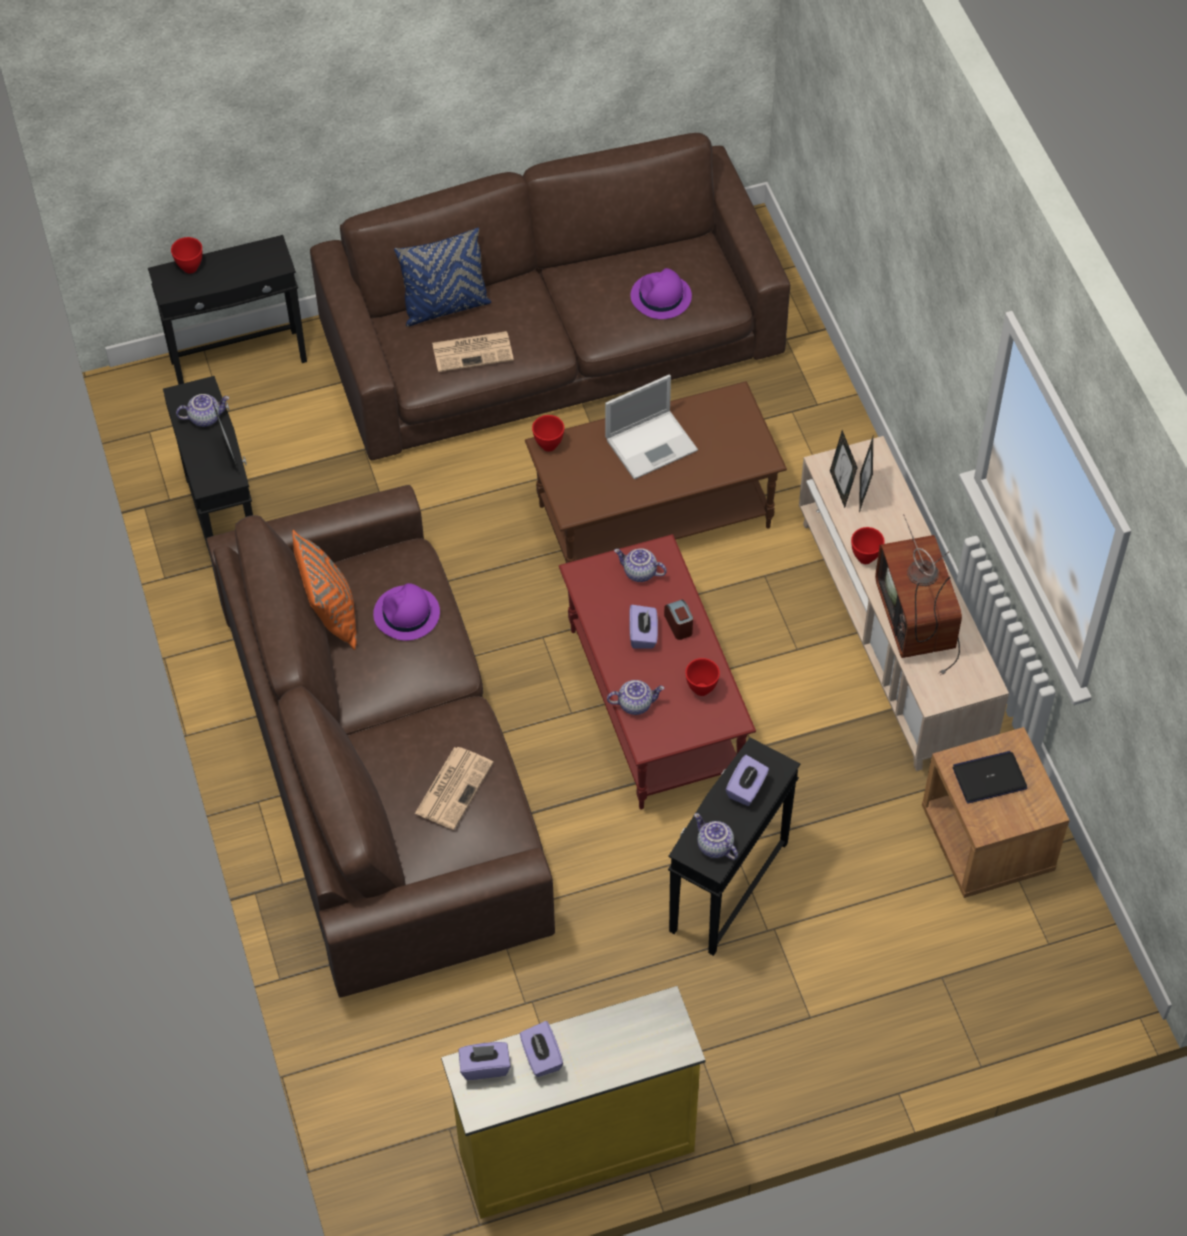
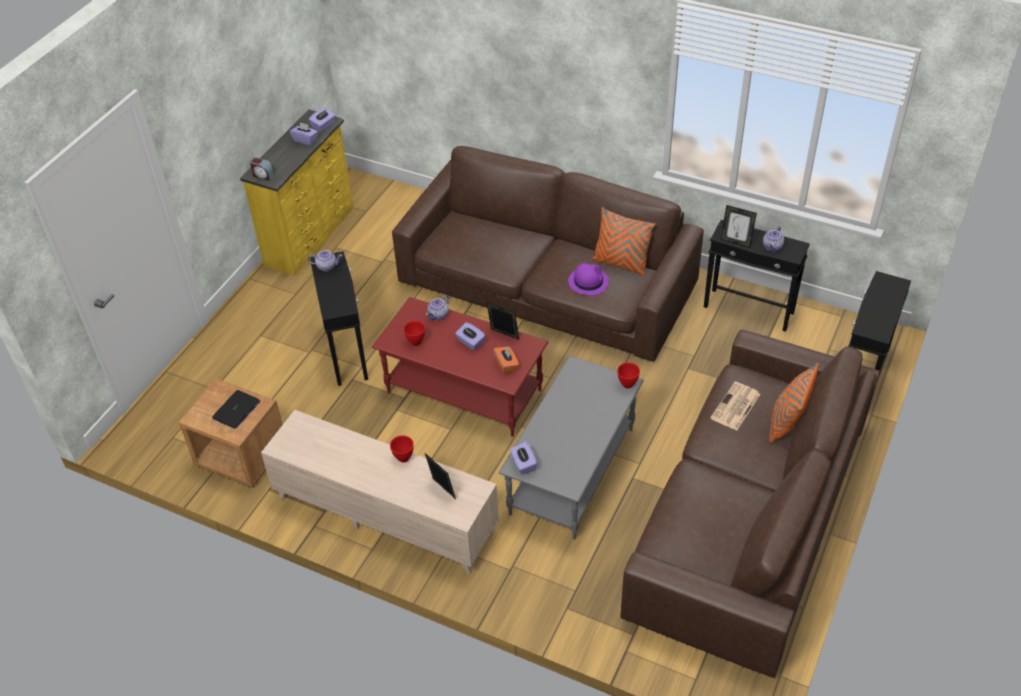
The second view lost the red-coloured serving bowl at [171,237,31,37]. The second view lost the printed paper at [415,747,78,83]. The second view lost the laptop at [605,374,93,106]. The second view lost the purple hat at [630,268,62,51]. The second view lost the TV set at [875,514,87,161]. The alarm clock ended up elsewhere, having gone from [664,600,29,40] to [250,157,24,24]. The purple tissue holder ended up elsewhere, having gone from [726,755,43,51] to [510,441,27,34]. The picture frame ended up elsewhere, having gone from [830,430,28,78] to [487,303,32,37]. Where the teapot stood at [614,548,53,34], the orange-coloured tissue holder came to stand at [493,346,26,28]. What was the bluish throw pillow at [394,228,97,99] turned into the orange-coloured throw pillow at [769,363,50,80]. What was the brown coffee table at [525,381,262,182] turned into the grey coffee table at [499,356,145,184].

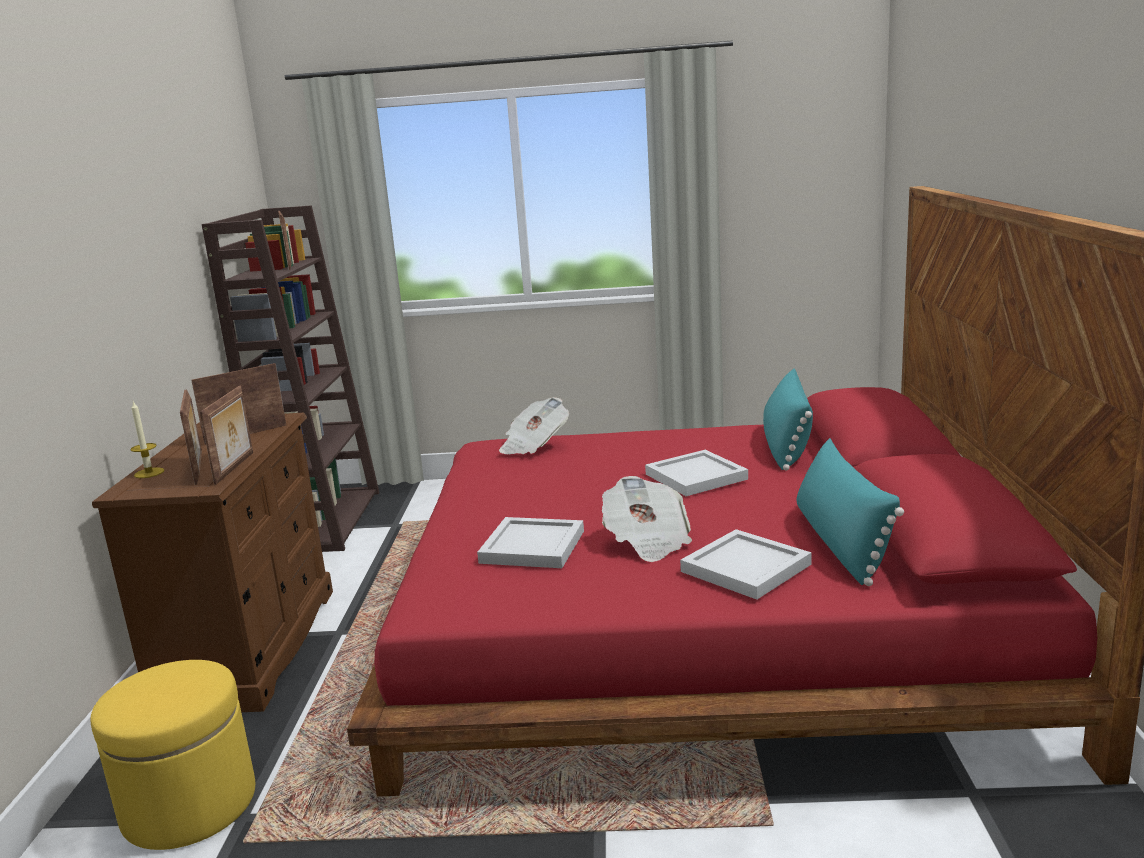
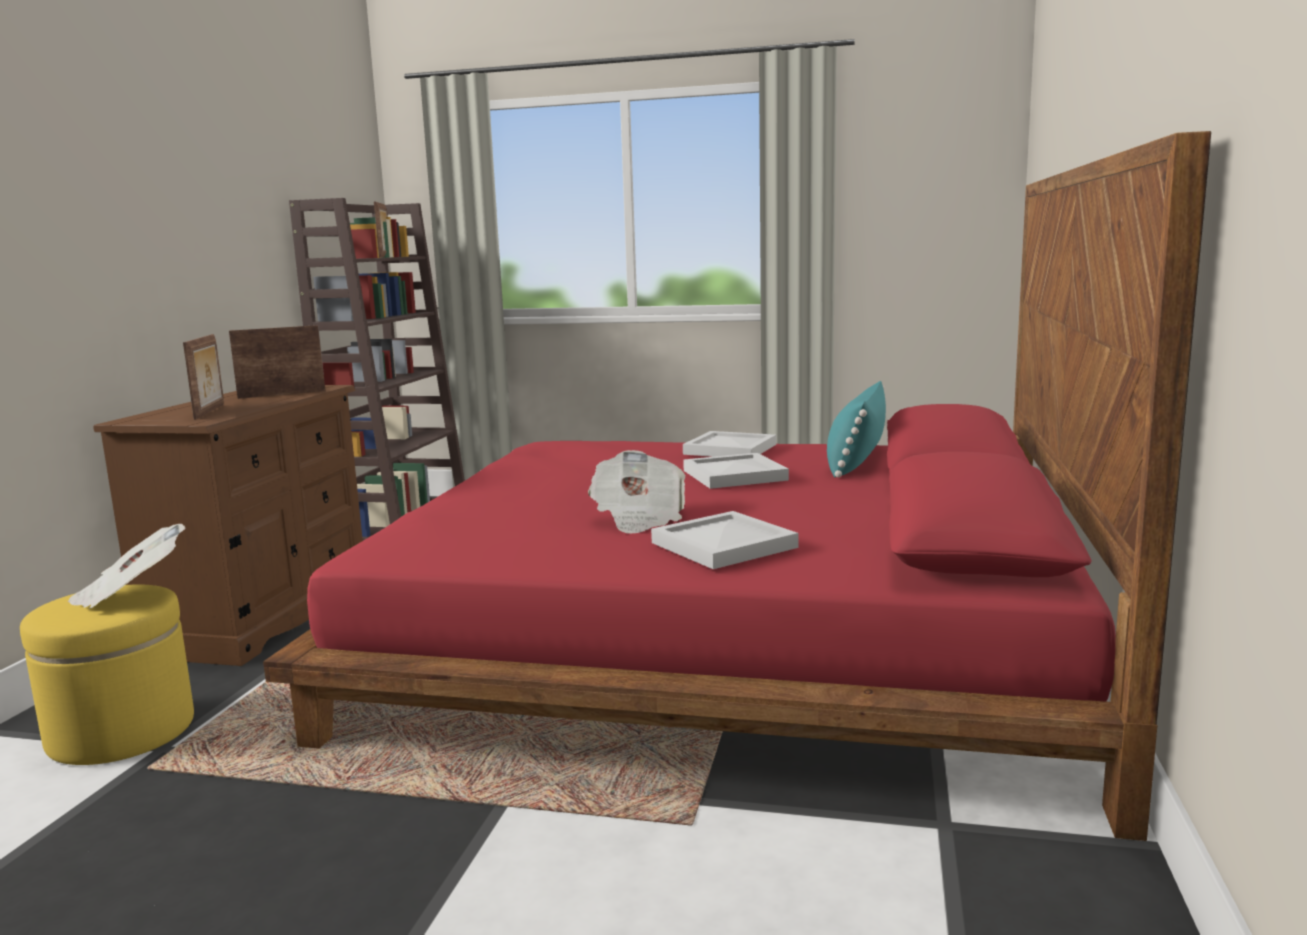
The second view lost the wax candle at [130,401,34,77]. The second view lost the picture frame at [200,386,53,99]. The second view lost the turquoise-coloured throw pillow at [796,438,108,148]. The white tray ended up elsewhere, having gone from [477,517,107,51] to [683,431,93,26]. The printed paper ended up elsewhere, having gone from [499,397,70,57] to [68,524,117,85].

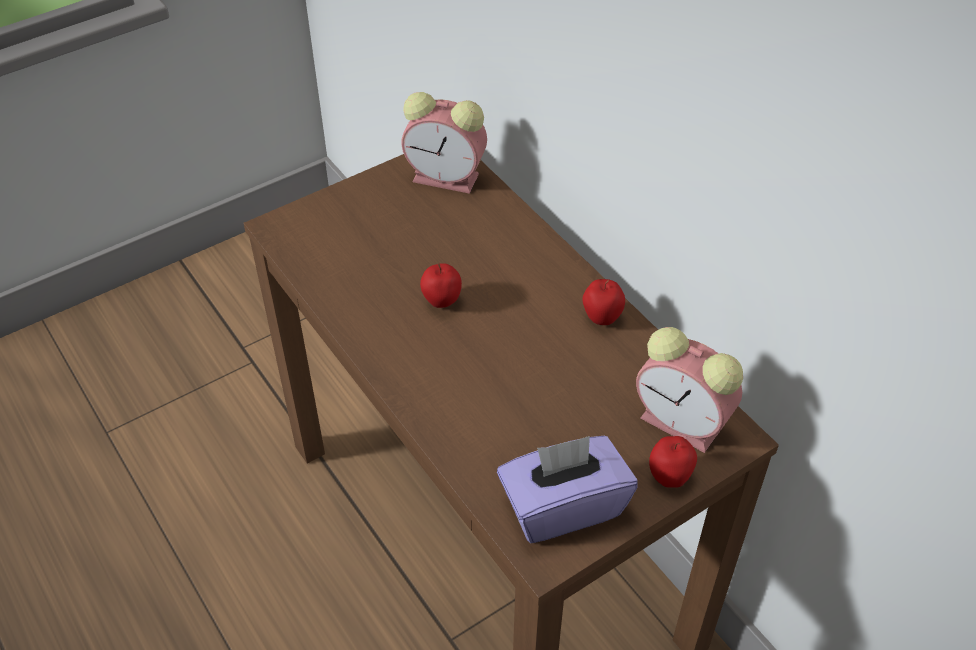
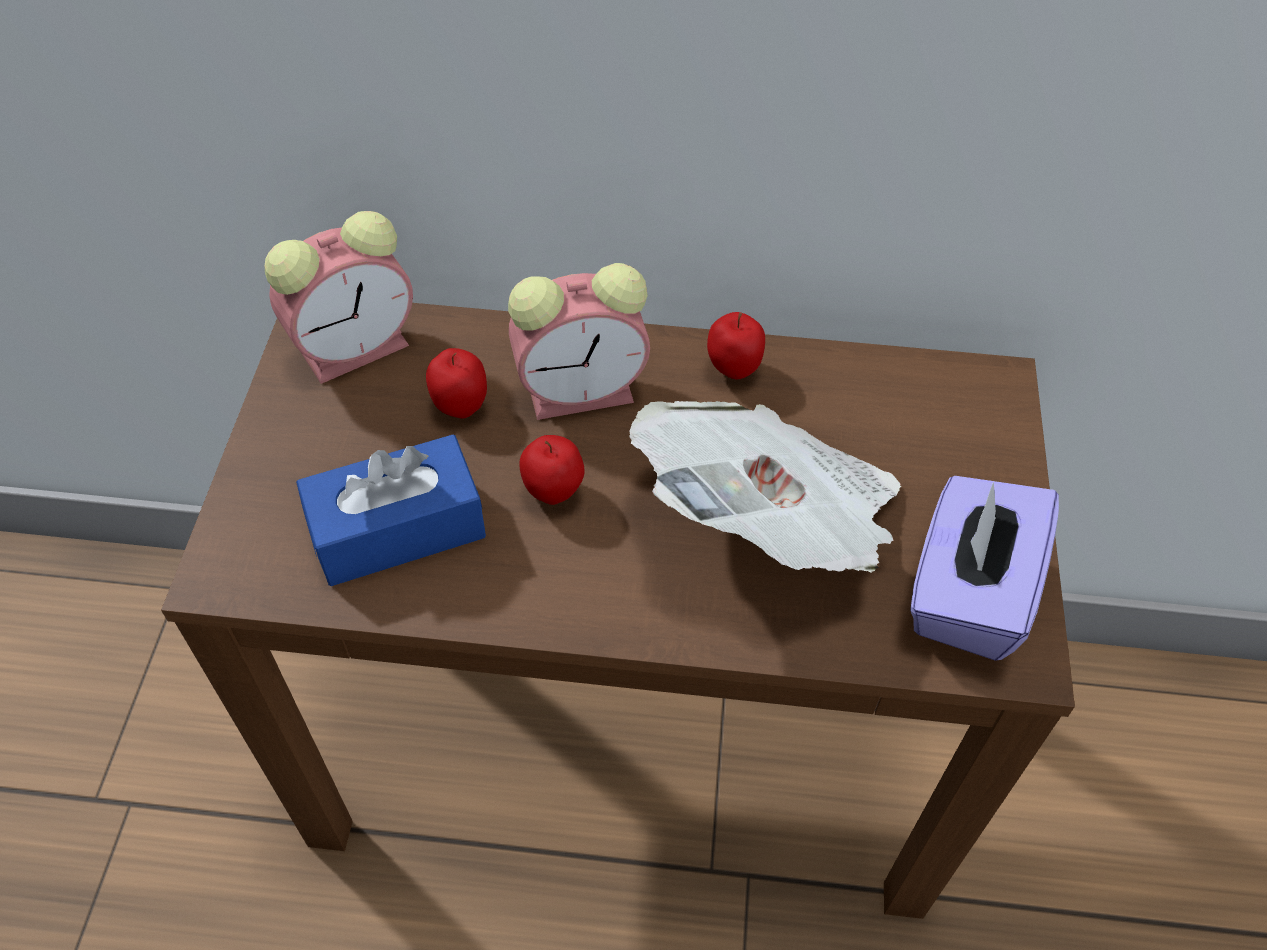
The second view gained the bluish tissue holder at [296,435,190,151]. The second view gained the printed paper at [629,401,272,172]. The alarm clock ended up elsewhere, having gone from [636,327,107,126] to [508,263,142,157]. The apple fruit ended up elsewhere, having gone from [649,436,48,52] to [426,348,61,70].

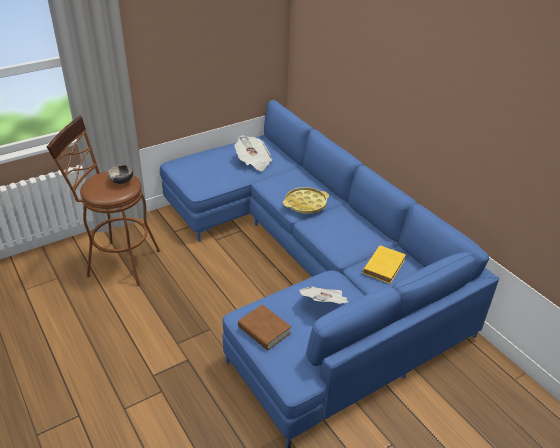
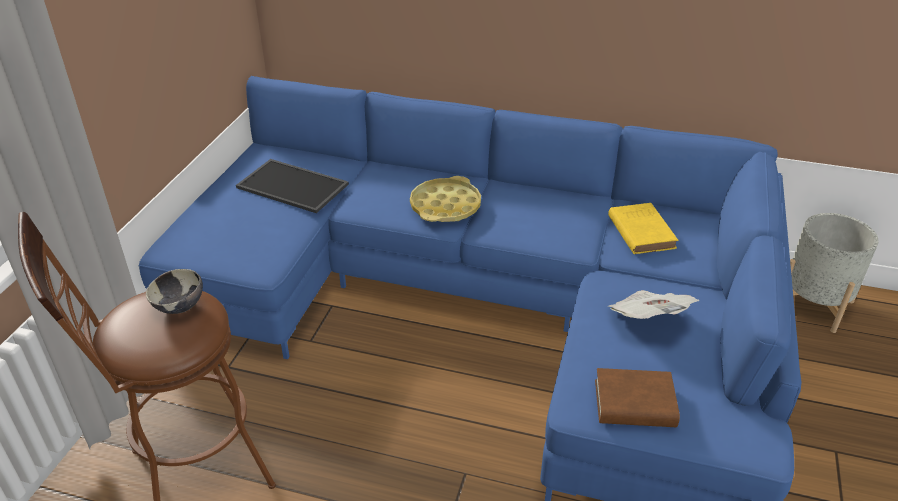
The second view gained the grey flower pot at [790,213,89,120]. Where the printed paper stood at [234,135,38,36], the tray came to stand at [236,159,113,54].

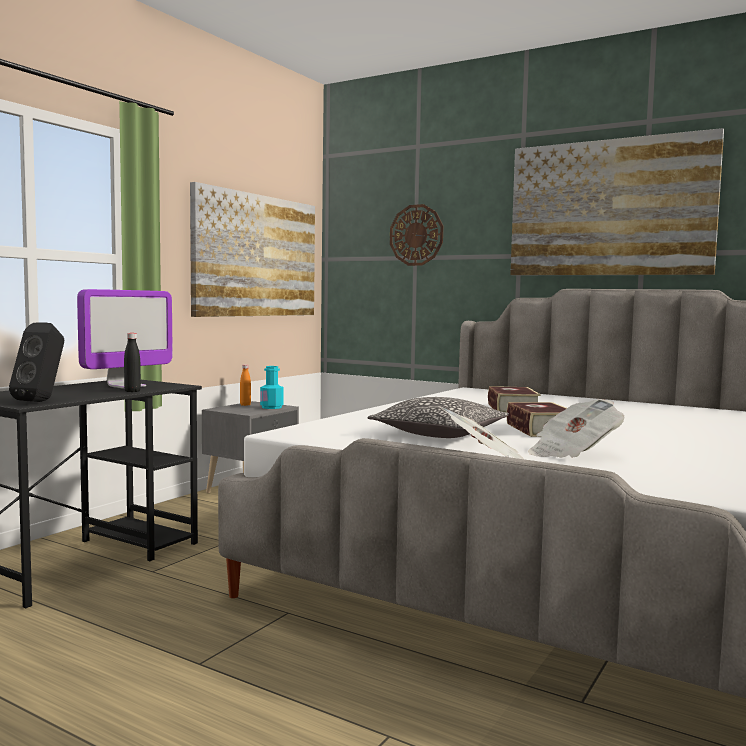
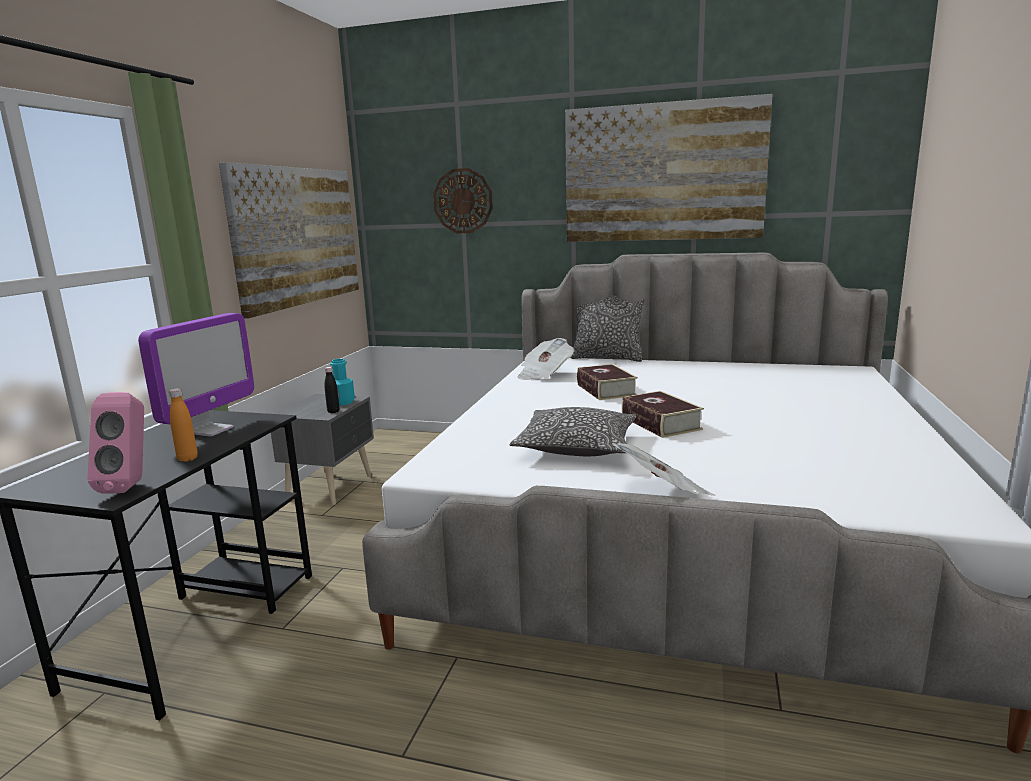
The second view gained the throw pillow at [571,296,74,66]. The black bottle ended up elsewhere, having gone from [124,333,17,59] to [325,367,15,46]. The orange-coloured bottle ended up elsewhere, having gone from [240,364,11,42] to [169,388,29,74]. The printed paper ended up elsewhere, having gone from [528,399,96,59] to [517,338,57,42]. What was the black audio speaker at [9,322,55,80] turned into the pink-coloured audio speaker at [88,392,56,101].

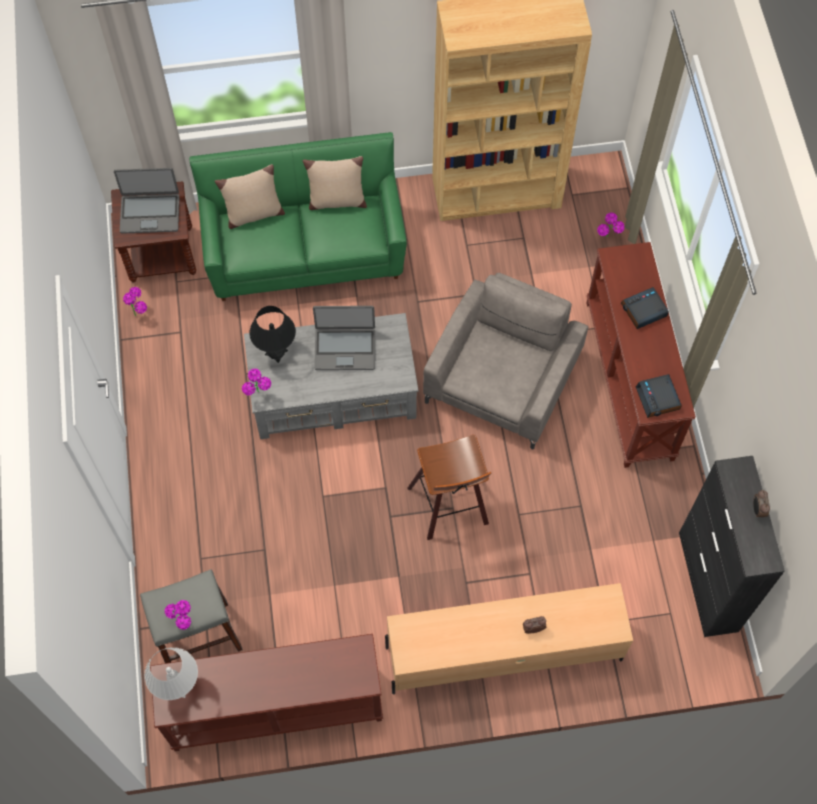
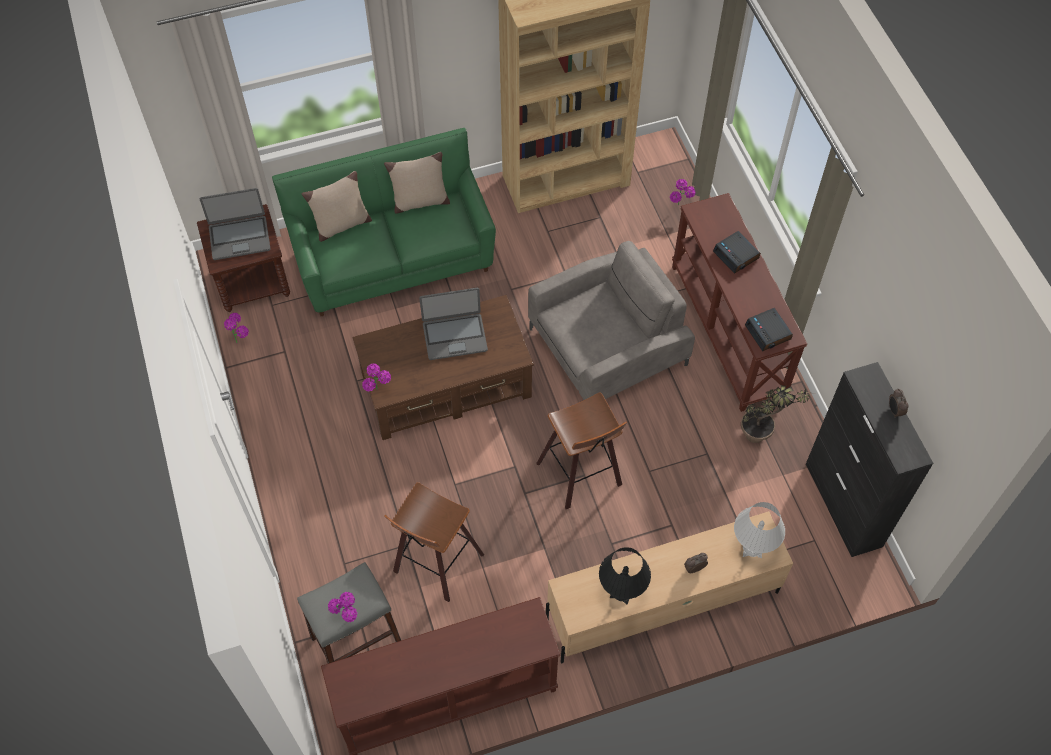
The second view gained the sitting stool at [385,482,99,120]. The second view gained the potted plant at [741,384,69,59]. The white lamp for a table ended up elsewhere, having gone from [144,647,54,53] to [734,502,51,56]. The black lamp for a table ended up elsewhere, having gone from [249,306,47,57] to [599,547,52,57]. What was the grey coffee table at [244,313,174,126] turned into the brown coffee table at [352,295,182,145]. The grey easy chair at [423,273,165,177] ended up facing another way, 45 degrees clockwise from before. The alarm clock at [621,287,48,42] ended up facing another way, 90 degrees counterclockwise from before.

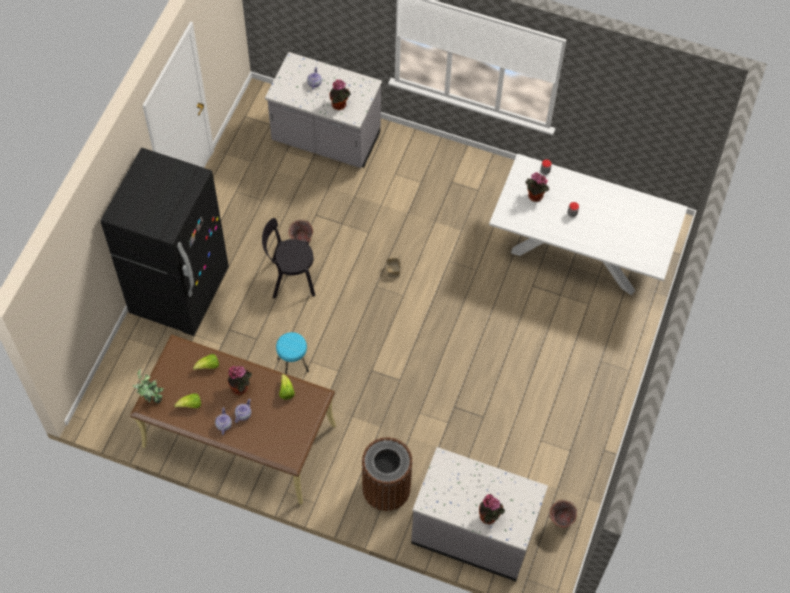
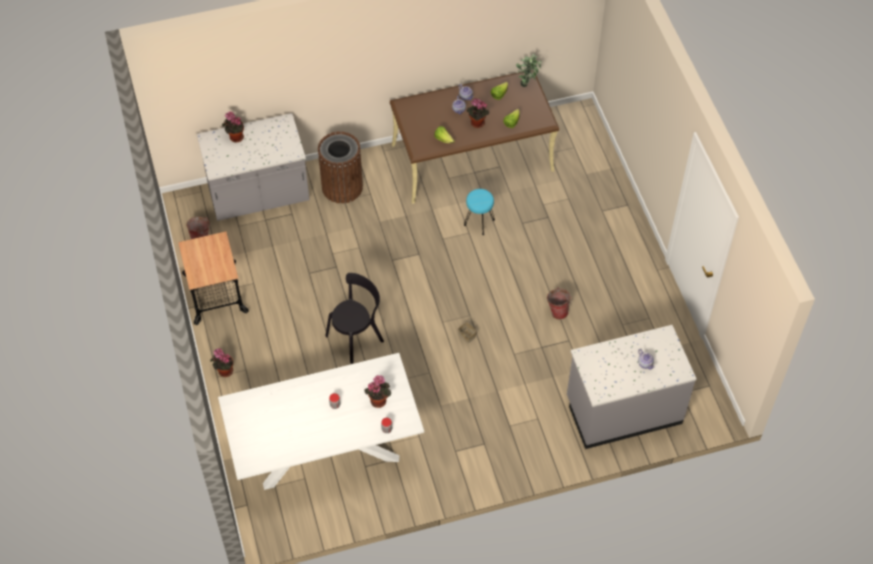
The second view lost the black refrigerator at [101,148,128,188]. The second view gained the cart at [178,231,71,94]. The black plain chair ended up elsewhere, having gone from [262,218,53,81] to [325,273,59,91]. The potted plant ended up elsewhere, having gone from [329,80,21,30] to [210,348,23,29].

